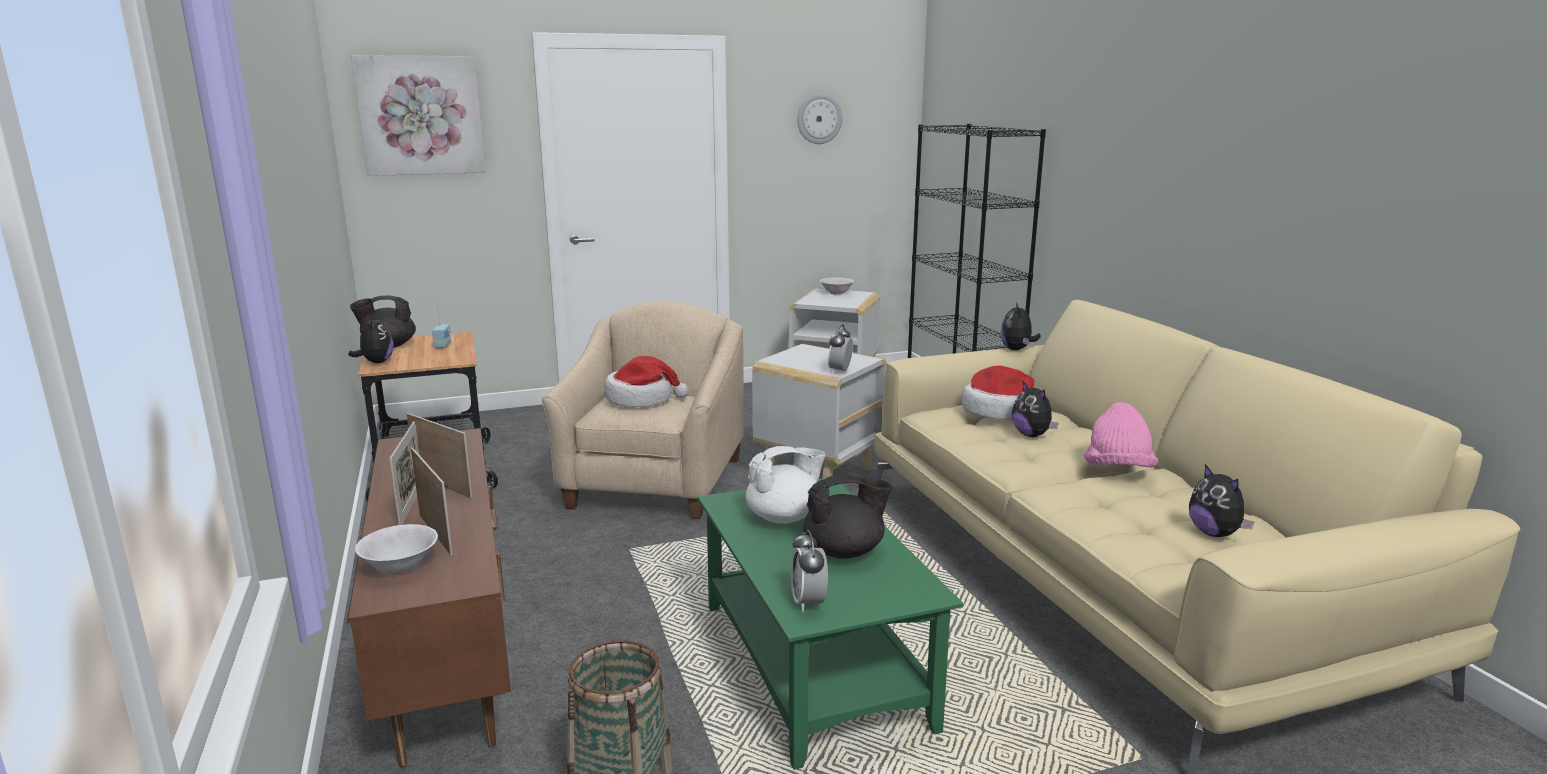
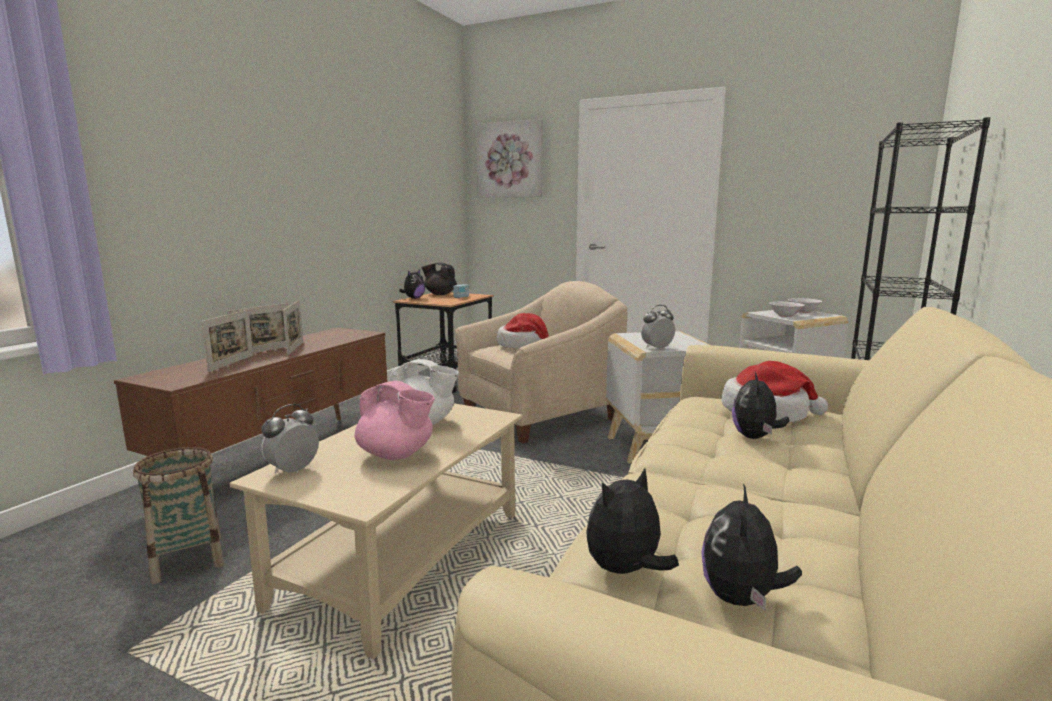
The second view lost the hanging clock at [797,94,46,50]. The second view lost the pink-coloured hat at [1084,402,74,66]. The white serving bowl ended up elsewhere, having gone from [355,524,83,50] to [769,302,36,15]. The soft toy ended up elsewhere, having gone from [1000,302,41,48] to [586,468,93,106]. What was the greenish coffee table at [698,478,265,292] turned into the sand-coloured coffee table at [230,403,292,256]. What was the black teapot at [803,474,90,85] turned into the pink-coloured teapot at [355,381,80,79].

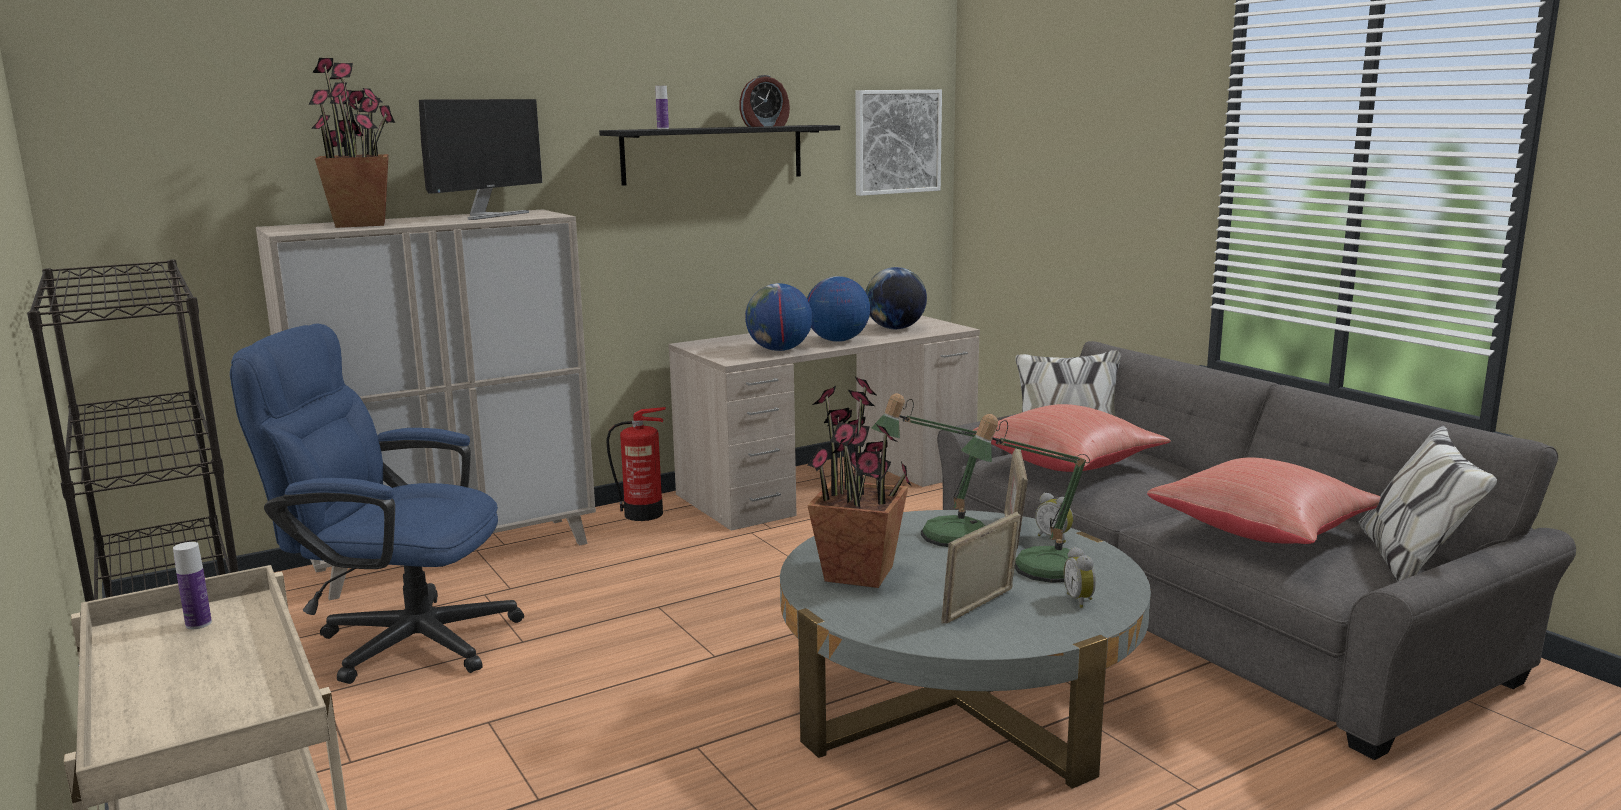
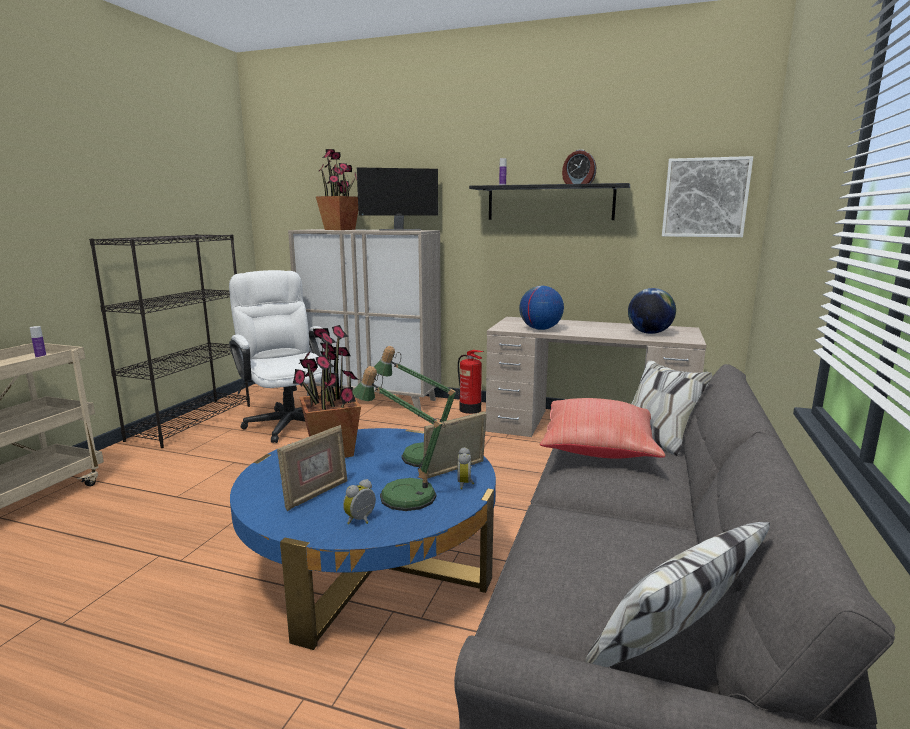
The second view lost the world globe at [807,276,63,66]. The second view lost the red-coloured throw pillow at [1147,457,233,87]. What was the bluish computer chair at [230,324,294,360] turned into the white computer chair at [229,270,102,173]. What was the grey coffee table at [780,510,371,279] turned into the bluish coffee table at [230,428,266,222]. The picture frame at [941,512,80,112] ended up facing another way, 120 degrees clockwise from before.

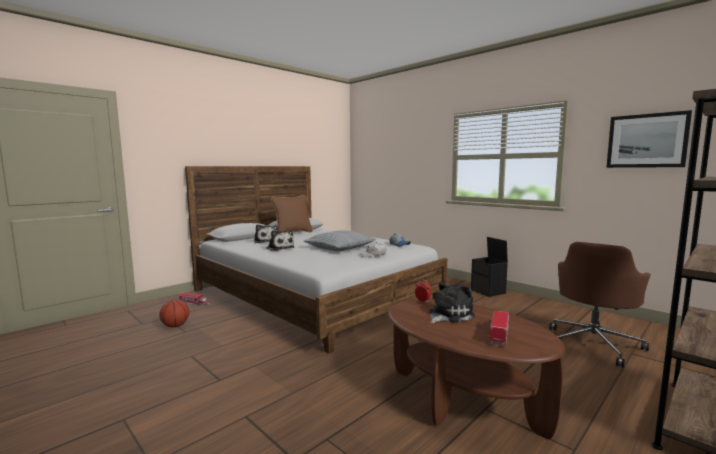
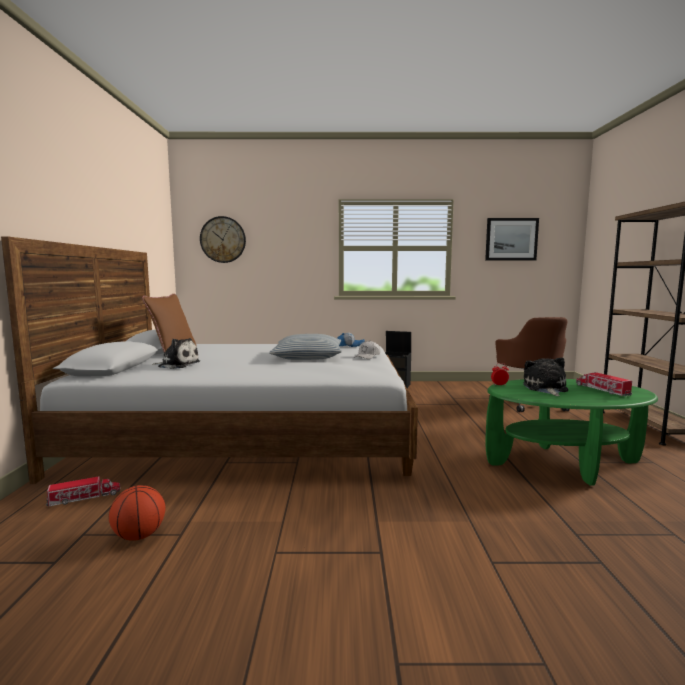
The second view lost the soft toy at [266,230,28,21]. The second view gained the hanging clock at [200,216,46,47]. What was the brown coffee table at [388,299,177,140] turned into the greenish coffee table at [485,379,173,107].

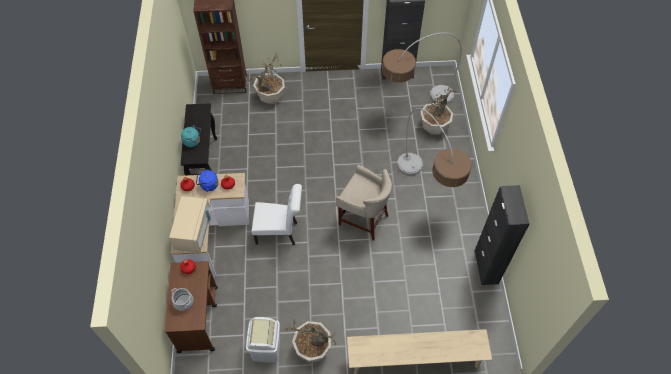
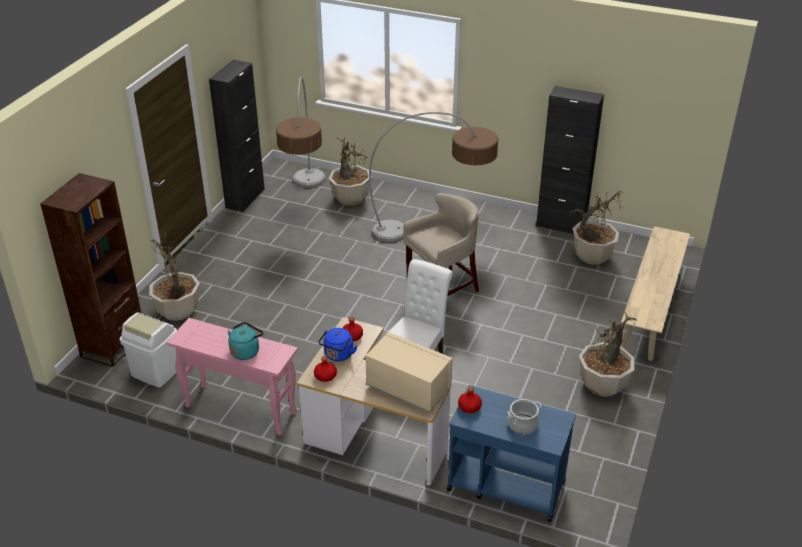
The second view gained the potted plant at [569,191,54,74]. The white rubbish bin ended up elsewhere, having gone from [246,317,34,45] to [120,312,57,75]. What was the brown cart at [164,261,53,92] turned into the bluish cart at [447,385,129,137]. What was the black console table at [181,103,36,73] turned into the pink-coloured console table at [167,318,131,118].

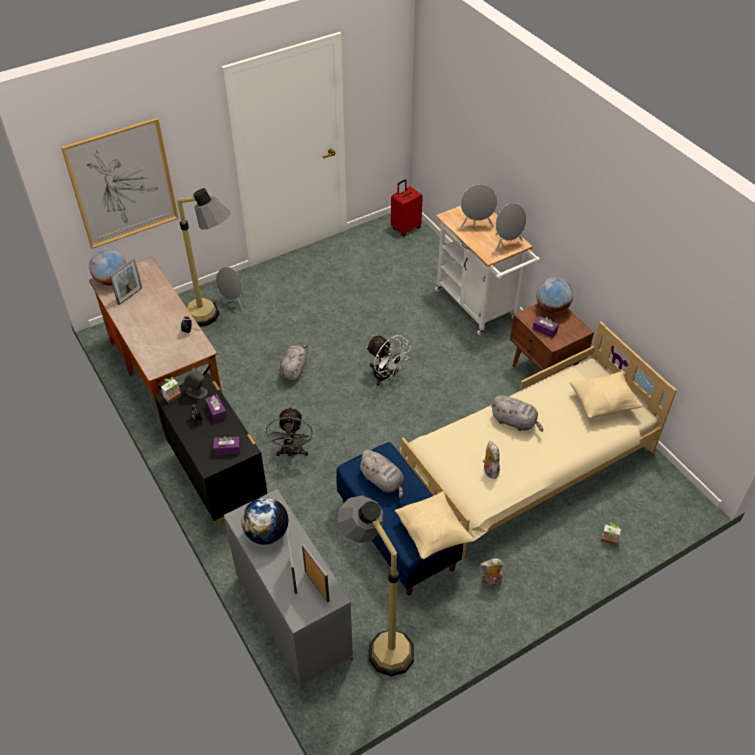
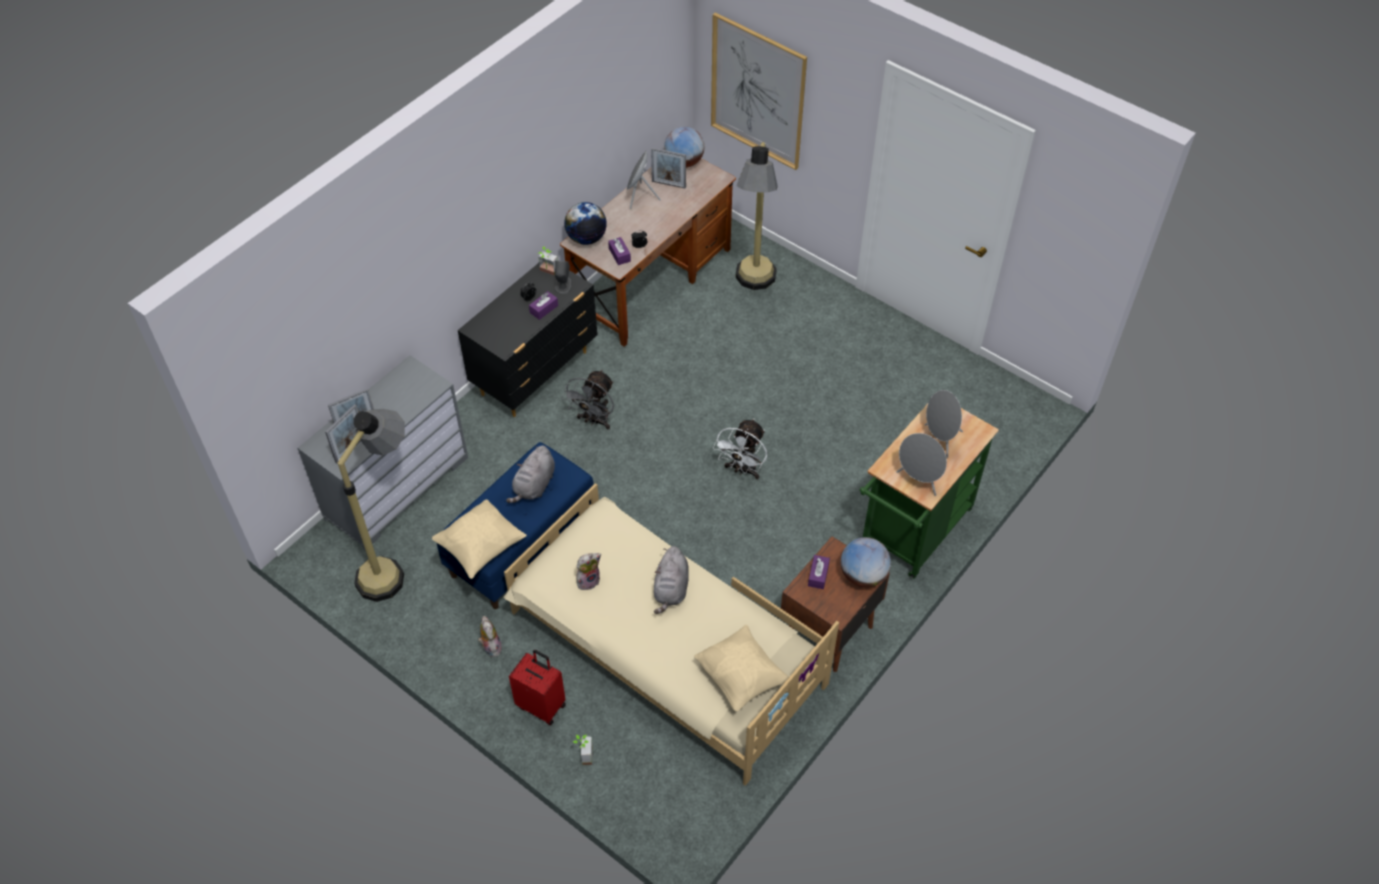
The second view lost the grey soft toy at [279,344,29,38]. The purple tissue holder ended up elsewhere, having gone from [213,436,28,19] to [608,237,23,28]. The grey audio speaker ended up elsewhere, having gone from [216,267,29,44] to [627,151,34,58]. The world globe ended up elsewhere, having gone from [241,497,48,48] to [564,202,43,43]. The red-coloured piece of luggage ended up elsewhere, having gone from [391,179,32,57] to [509,650,57,75]. What was the white cart at [435,206,105,129] turned into the greenish cart at [860,404,139,175]. The grey electric fan at [266,407,47,49] ended up facing another way, 45 degrees counterclockwise from before.

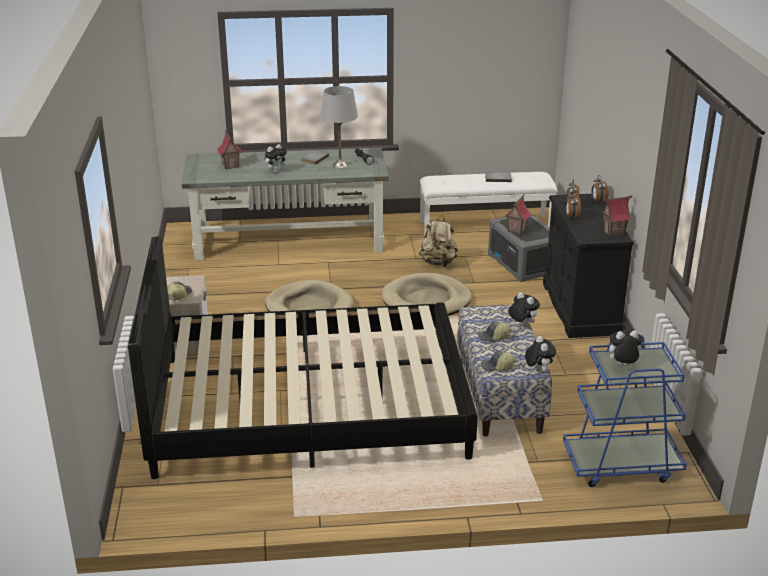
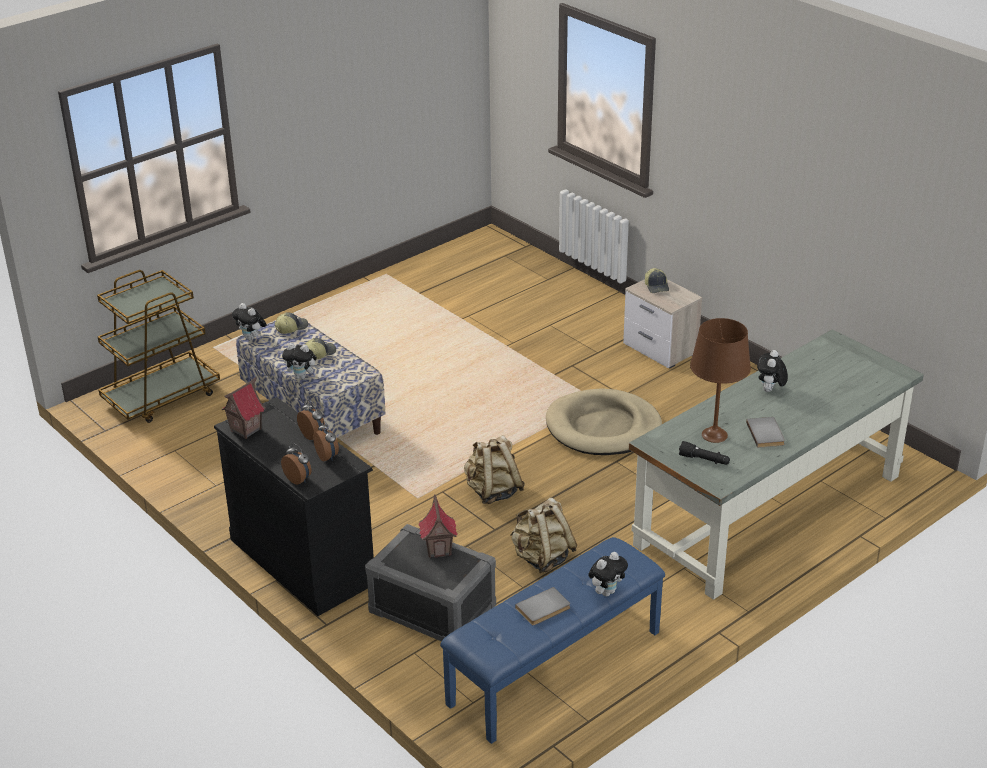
The second view lost the black sleeping bed at [128,237,350,242]. The second view lost the model house at [217,130,25,39]. The soft toy ended up elsewhere, having gone from [605,330,37,36] to [588,552,40,44]. Where the sand-coloured dog bed stood at [382,273,90,43], the sand-coloured backpack came to stand at [464,435,61,69]. What was the grey lamp for a table at [320,86,38,83] turned into the brown lamp for a table at [690,318,61,125]. What was the white bench at [420,172,138,64] turned into the bluish bench at [440,537,225,207]. What was the bluish cart at [563,335,124,152] turned into the brown cart at [97,270,123,153].

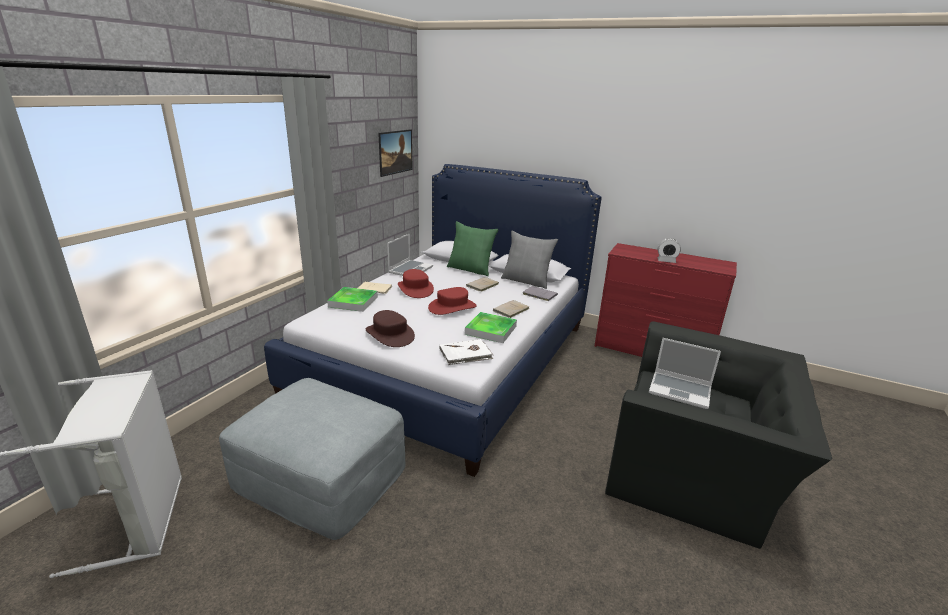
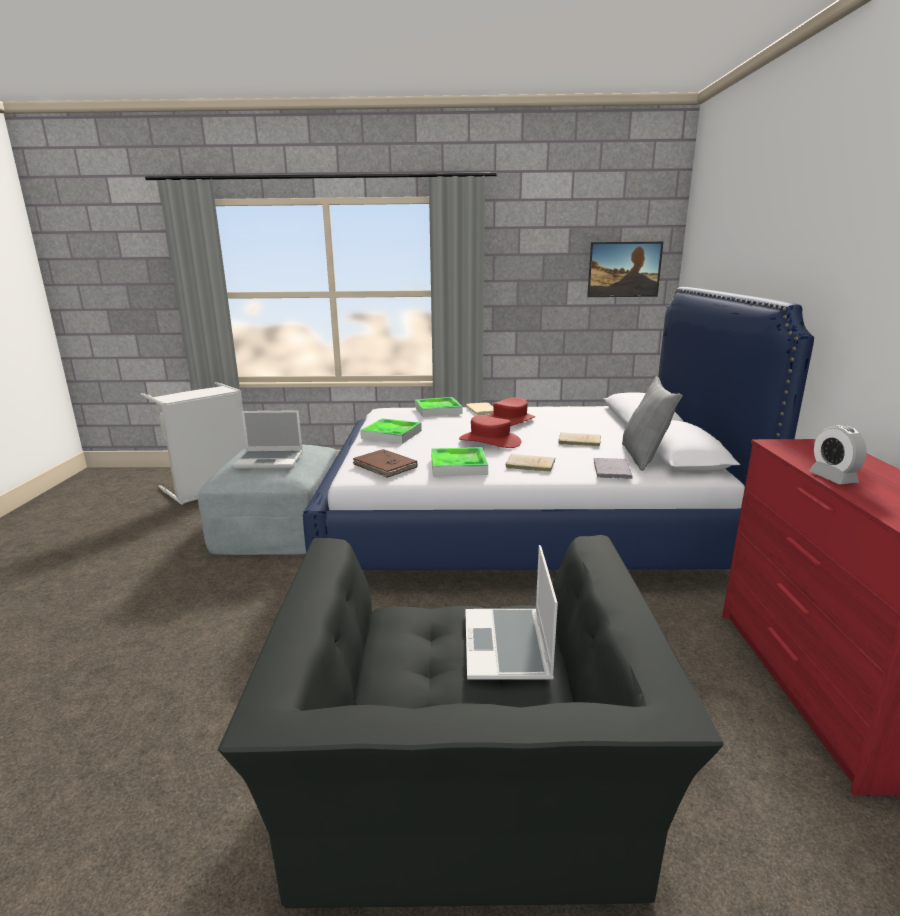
The second view lost the greenish throw pillow at [447,221,51,55]. The laptop ended up elsewhere, having gone from [387,233,46,43] to [233,410,70,59]. Where the brown hat stood at [366,310,49,37], the tray came to stand at [360,418,62,26]. What was the white volume at [439,339,54,27] turned into the brown volume at [353,449,65,29].

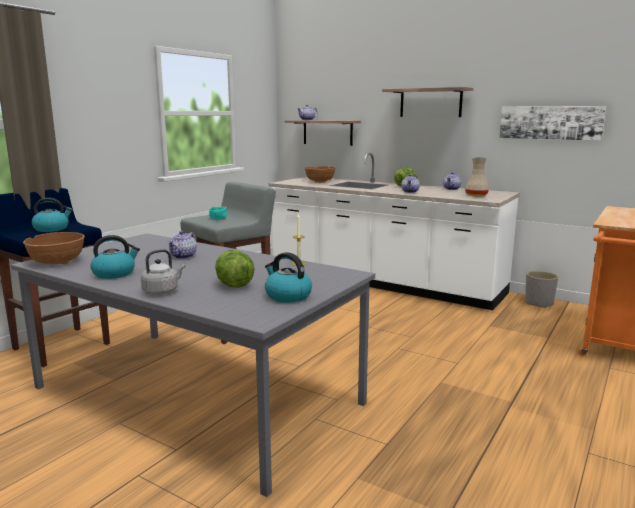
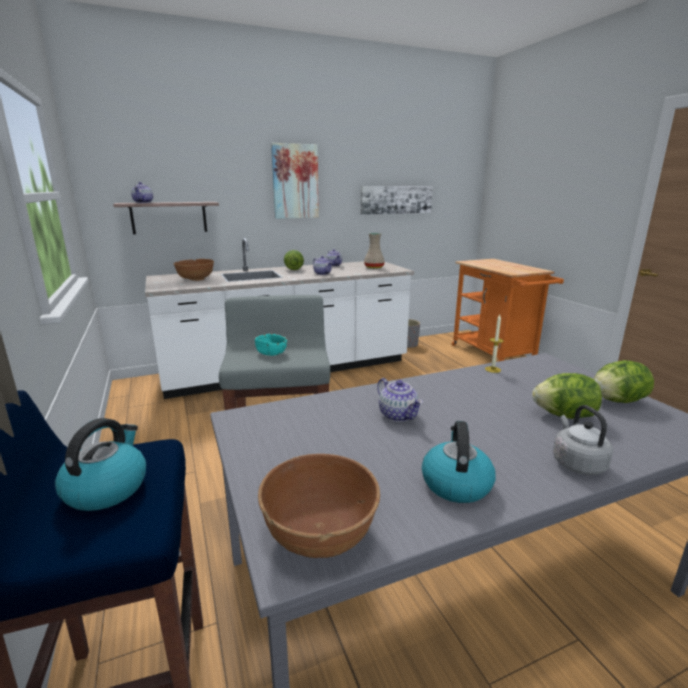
Where the tea kettle stood at [265,252,47,51], the lettuce came to stand at [593,360,61,43]. Where the wall shelf hung at [382,87,91,30], the wall art came to hang at [271,143,48,76].

